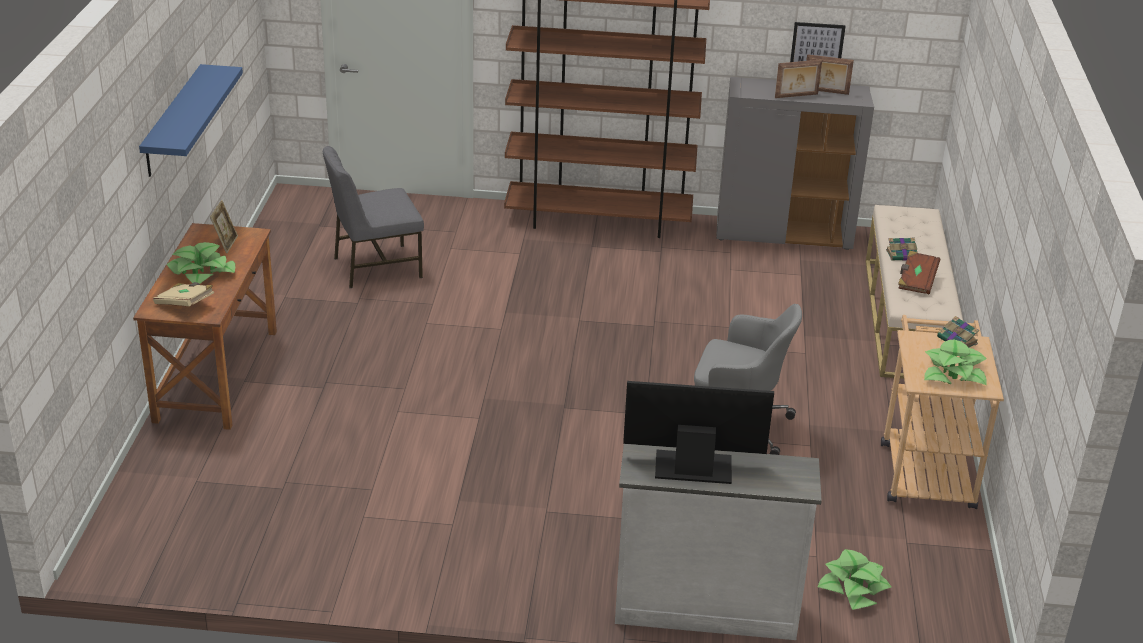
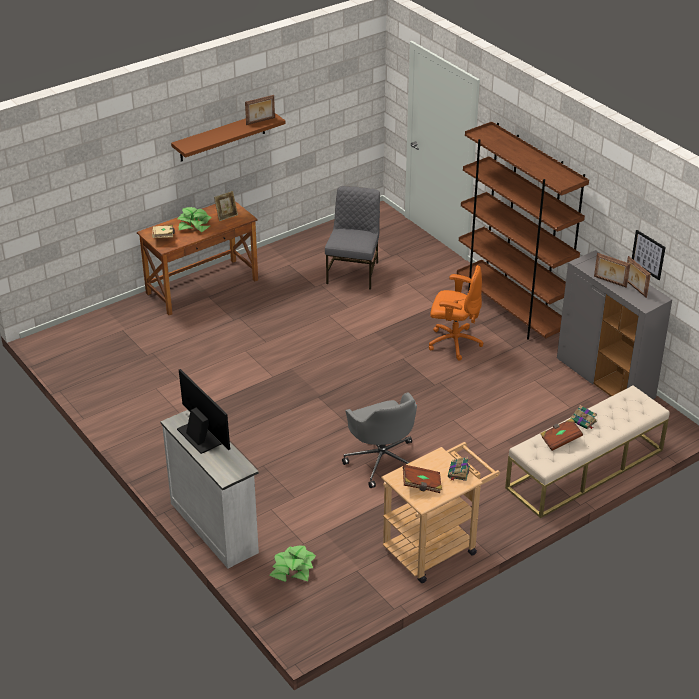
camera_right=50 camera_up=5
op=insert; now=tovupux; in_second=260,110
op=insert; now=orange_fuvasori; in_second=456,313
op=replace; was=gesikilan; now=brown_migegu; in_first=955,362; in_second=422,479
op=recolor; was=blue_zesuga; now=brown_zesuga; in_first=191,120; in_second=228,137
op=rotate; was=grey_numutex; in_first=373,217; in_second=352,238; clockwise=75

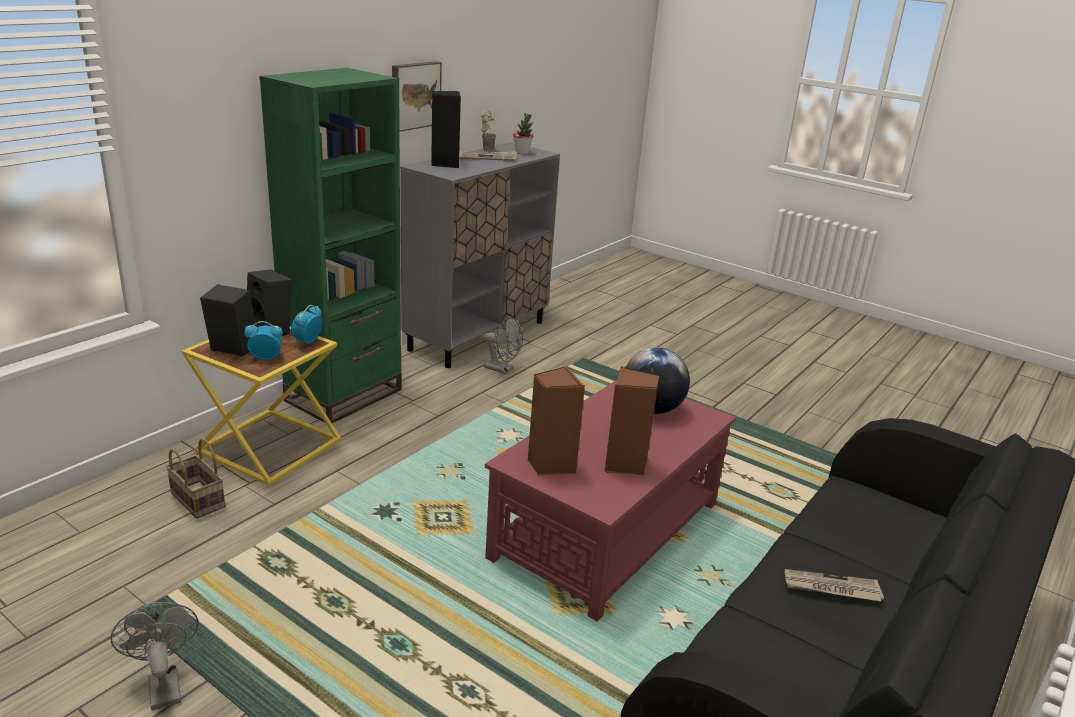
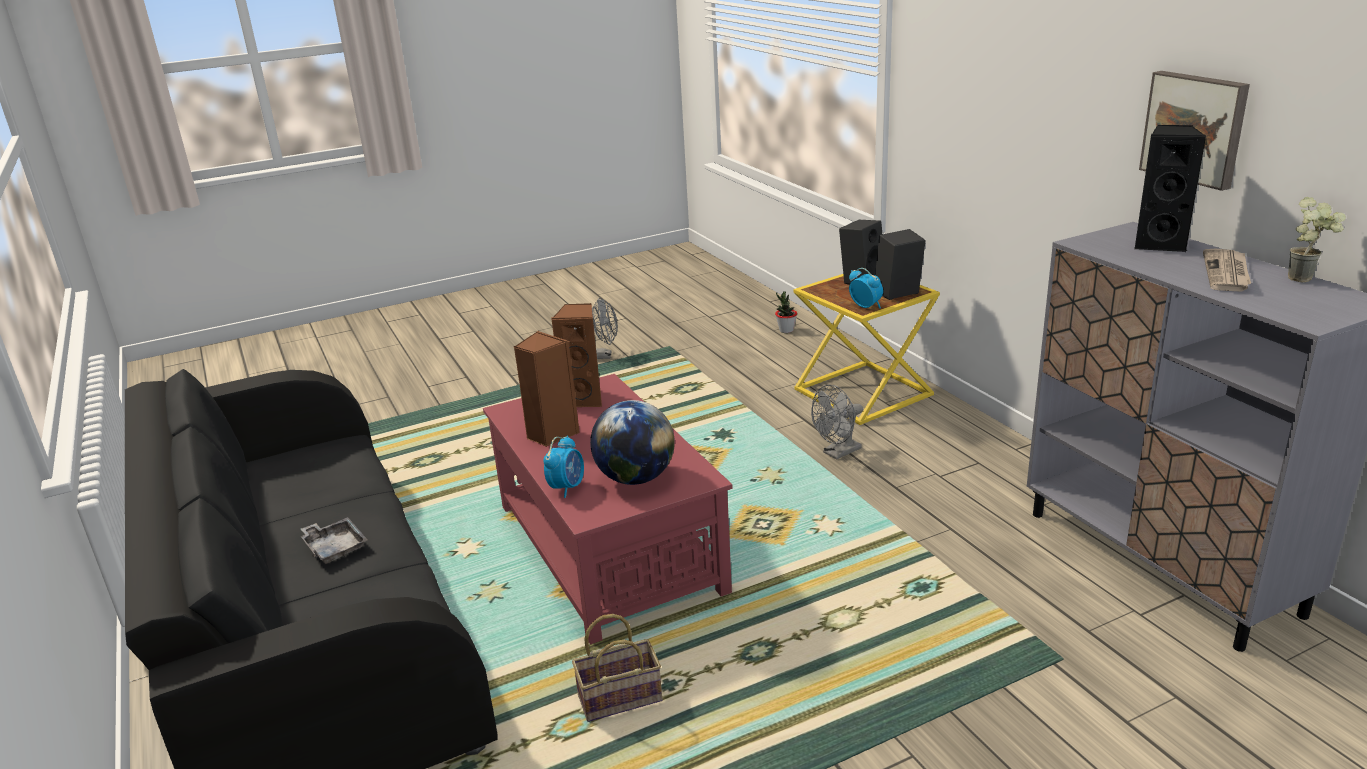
camera_right=120 camera_up=0
op=delete; was=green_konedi; in_first=330,245
op=move; was=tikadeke; in_first=195,478; in_second=617,668
op=move; was=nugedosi; in_first=263,340; in_second=563,467
op=move; was=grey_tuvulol; in_first=503,345; in_second=837,422
op=move; was=gesikilan; in_first=523,133; in_second=786,312
op=replace; was=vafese; now=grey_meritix; in_first=834,585; in_second=334,540

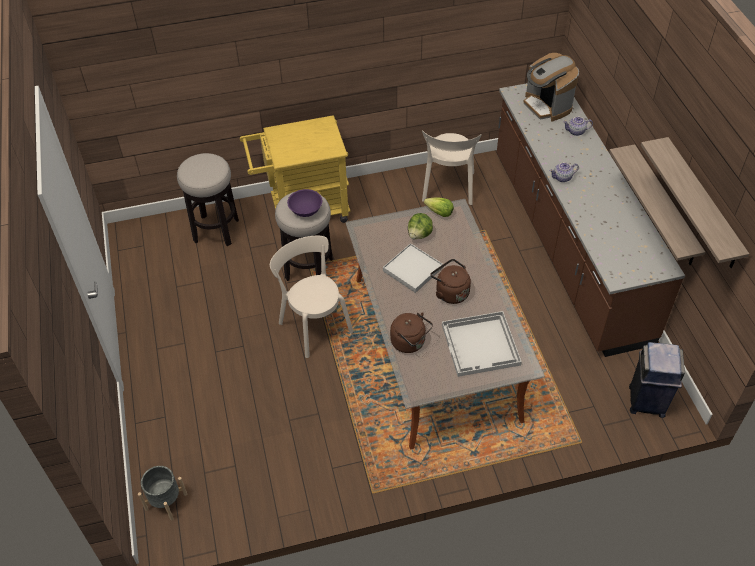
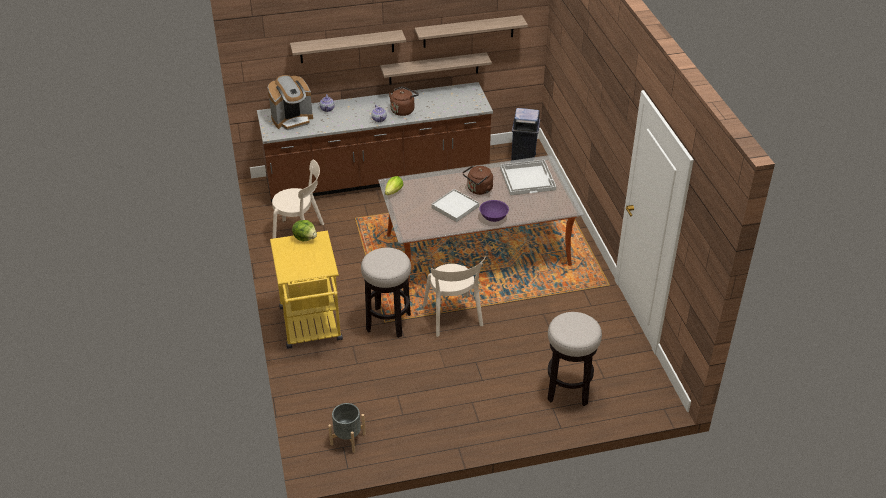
camera_right=-90 camera_up=-10
op=insert; now=zesuga; in_second=348,46
op=move; was=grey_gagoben; in_first=162,493; in_second=347,428
op=move; was=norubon; in_first=208,199; in_second=574,359
op=move; was=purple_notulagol; in_first=304,203; in_second=494,211
op=move; was=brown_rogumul; in_first=411,332; in_second=404,101
op=move; was=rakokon; in_first=420,226; in_second=304,230
op=rotate; was=beige_numutex; in_first=311,297; in_second=454,297; clockwise=-75

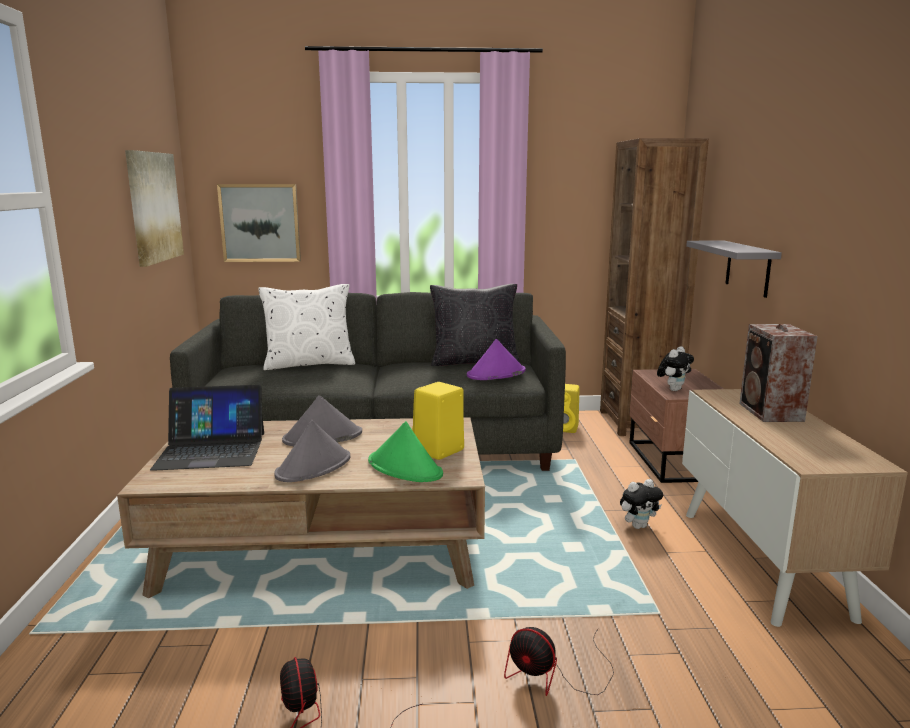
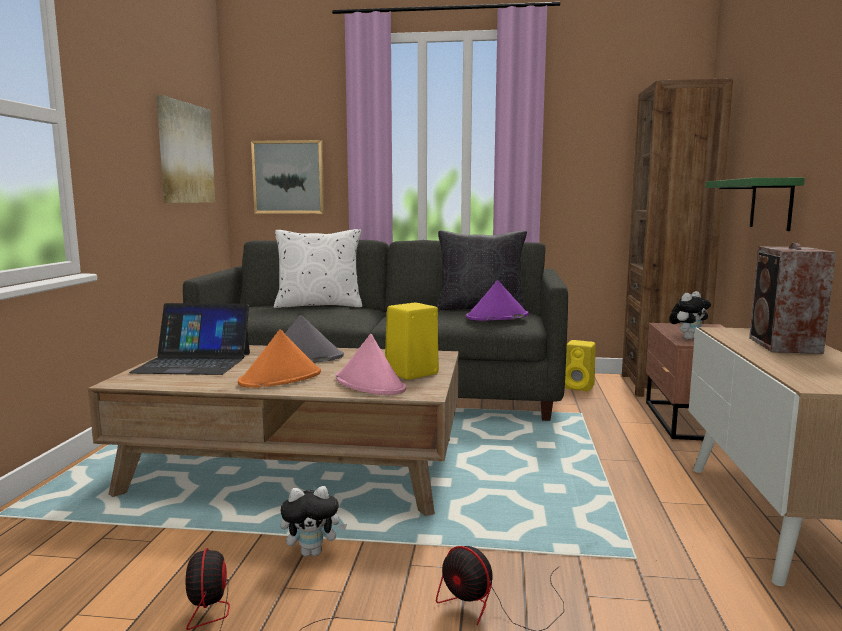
camera_right=10 camera_up=-5
op=move; was=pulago; in_first=641,504; in_second=314,521
op=recolor; was=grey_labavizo; now=orange_labavizo; in_first=312,451; in_second=279,358
op=recolor; was=green_labavizo; now=pink_labavizo; in_first=405,451; in_second=370,364
op=recolor; was=grey_zesuga; now=green_zesuga; in_first=734,269; in_second=755,204

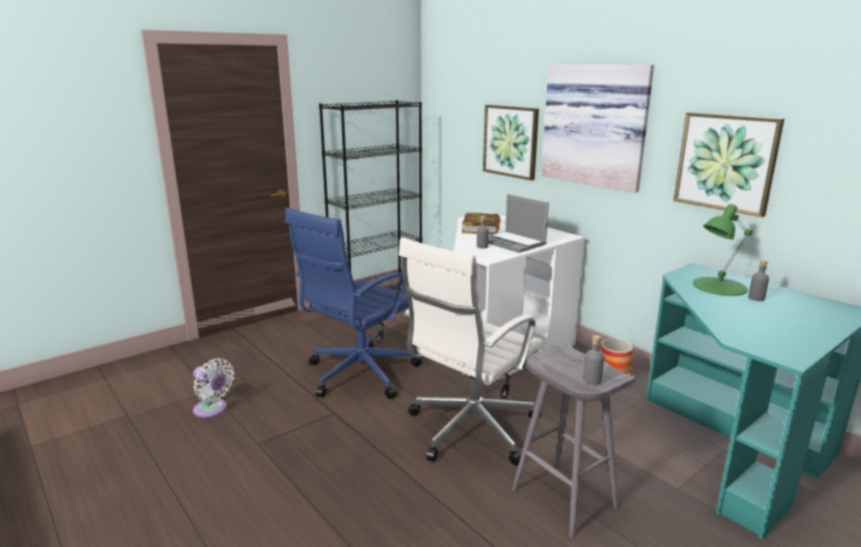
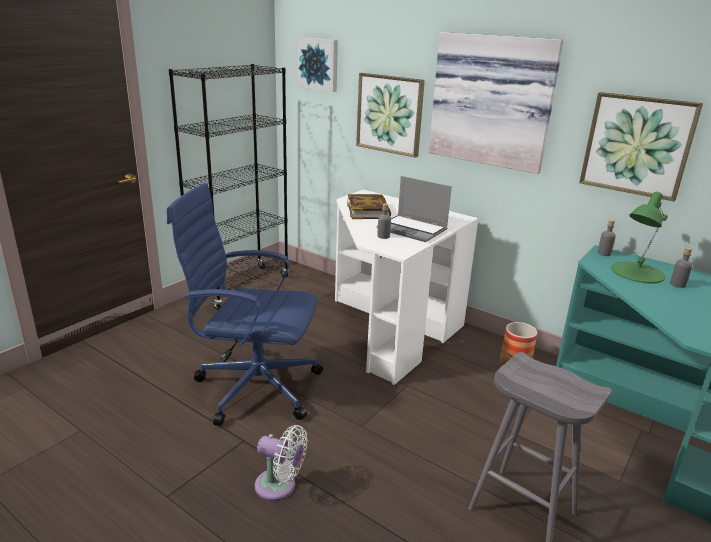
camera_right=-15 camera_up=5
op=delete; was=white_fuvasori; in_first=471,351
op=insert; now=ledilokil; in_second=317,64
op=move; was=white_tuvulol; in_first=213,388; in_second=281,463
op=move; was=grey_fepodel; in_first=593,360; in_second=606,238
op=rotate; was=blue_fuvasori; in_first=353,303; in_second=245,304; clockwise=75

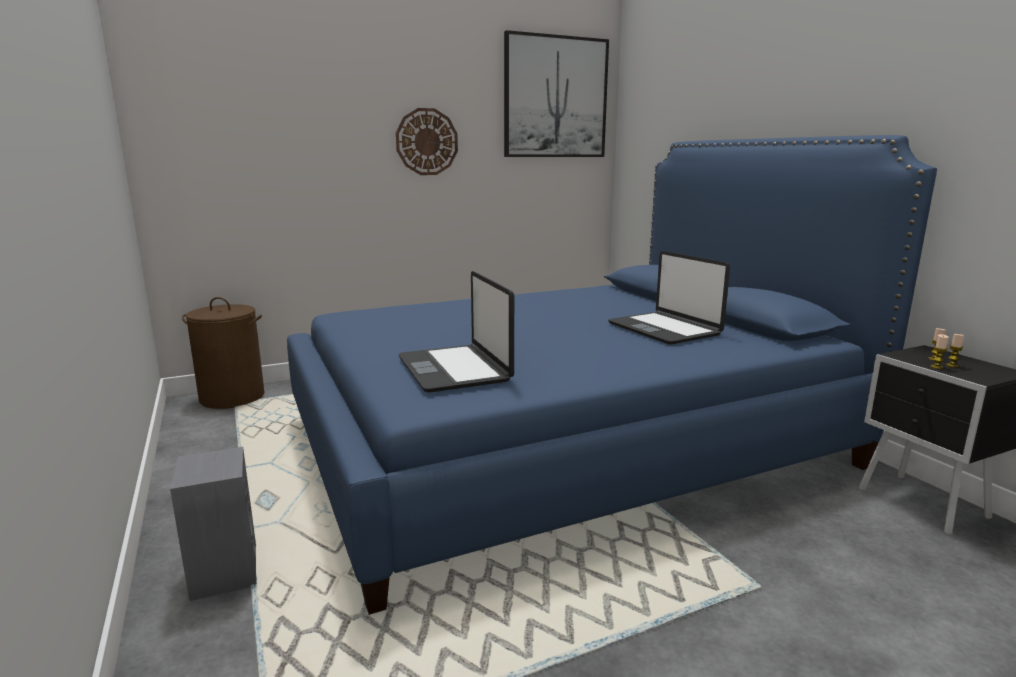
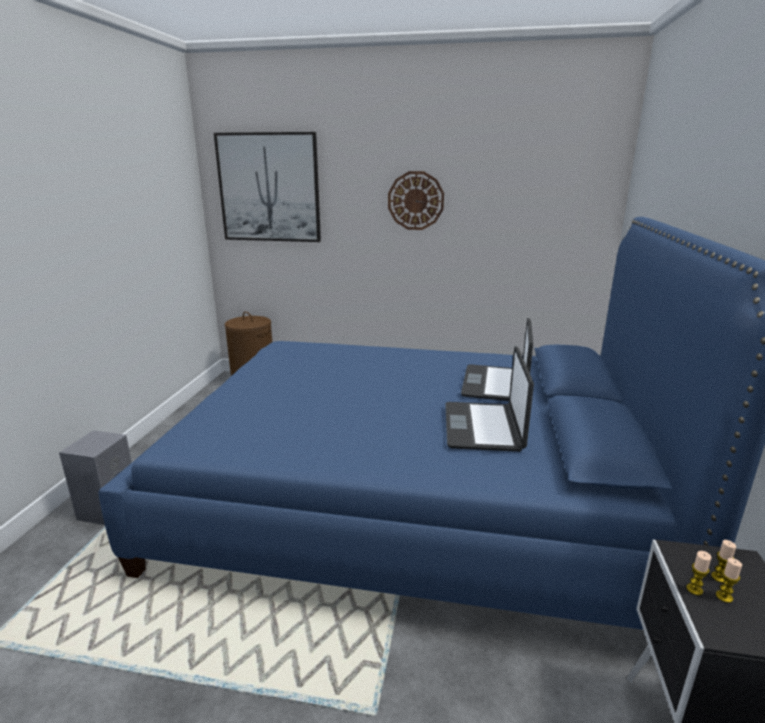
camera_right=35 camera_up=5
op=move; was=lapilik; in_first=456,332; in_second=497,359
op=move; was=ledilokil; in_first=556,93; in_second=267,187

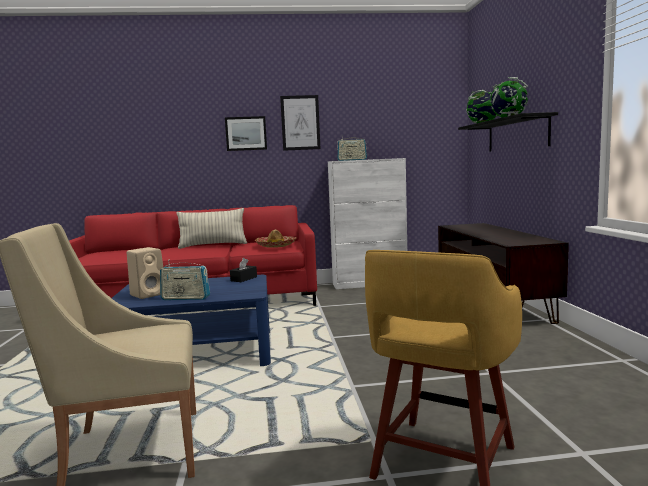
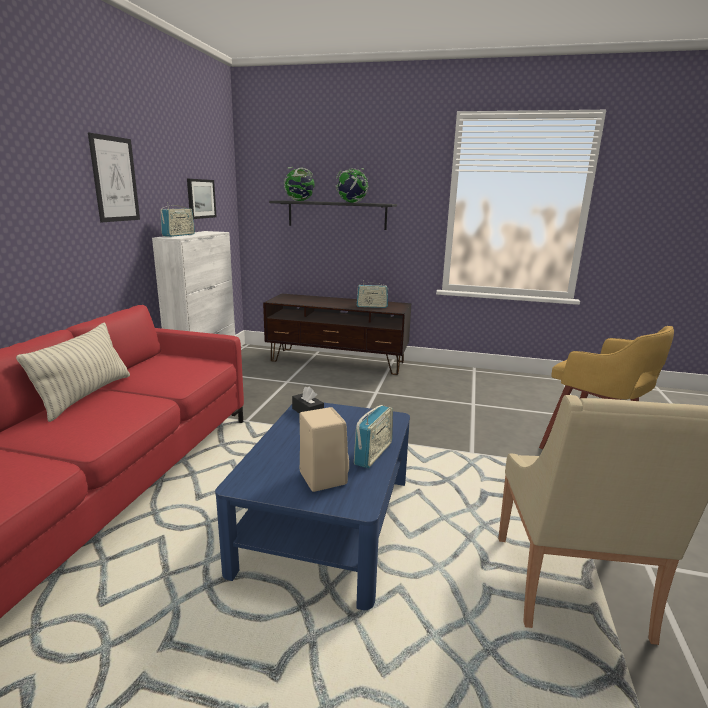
camera_right=-70 camera_up=10
op=delete; was=labavizo; in_first=275,239
op=insert; now=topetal; in_second=372,294
op=move; was=ledilokil; in_first=246,133; in_second=202,199

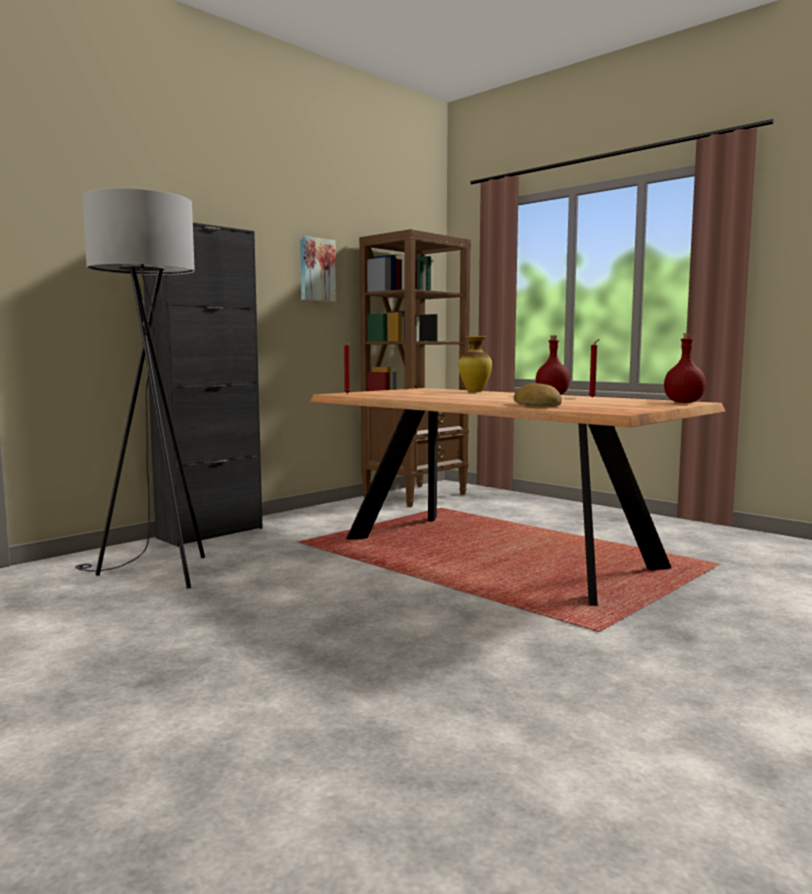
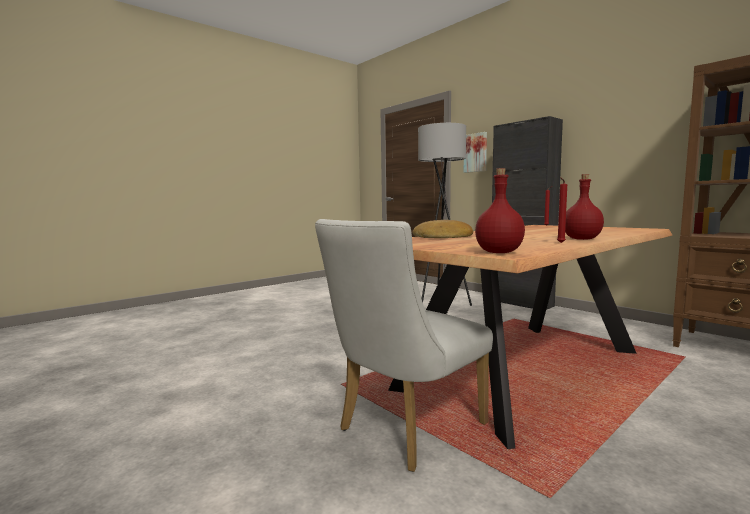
camera_right=95 camera_up=0
op=delete; was=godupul; in_first=475,364
op=insert; now=white_numutex; in_second=404,345
op=move; was=ledilokil; in_first=318,269; in_second=475,152

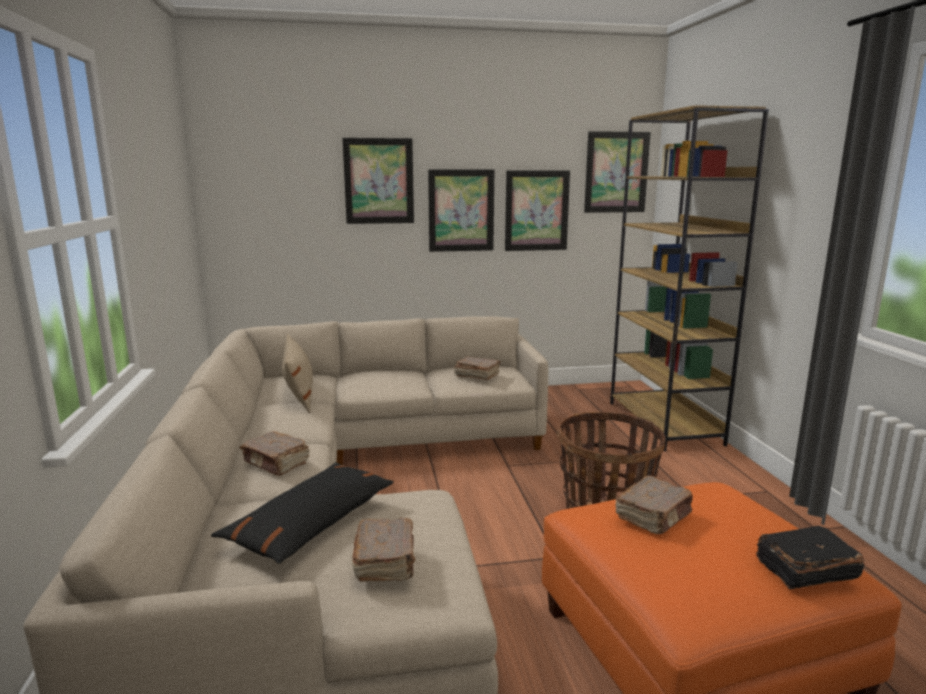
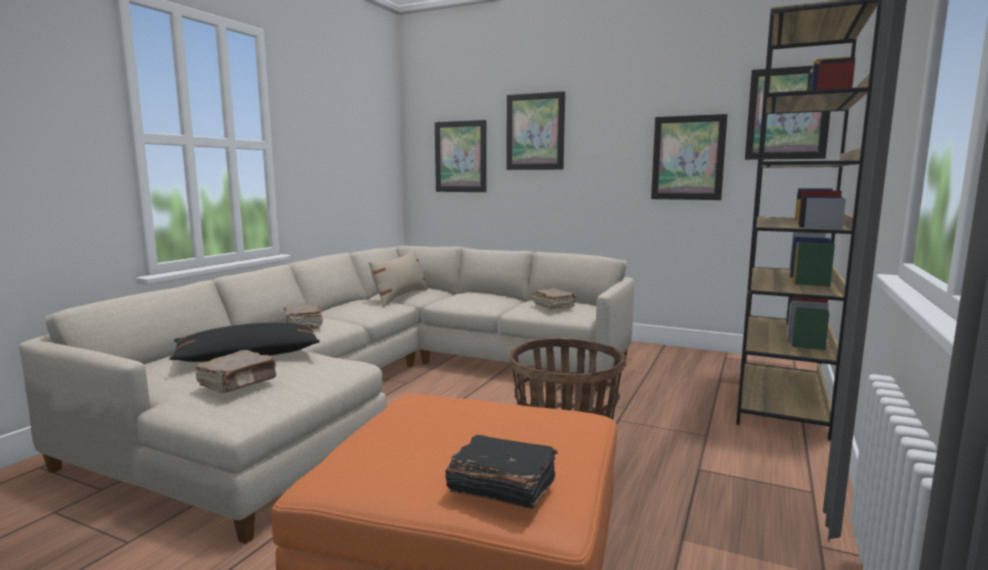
camera_right=35 camera_up=-5
op=delete; was=brown_migegu; in_first=654,505
op=move; was=ledilokil; in_first=461,211; in_second=461,156

